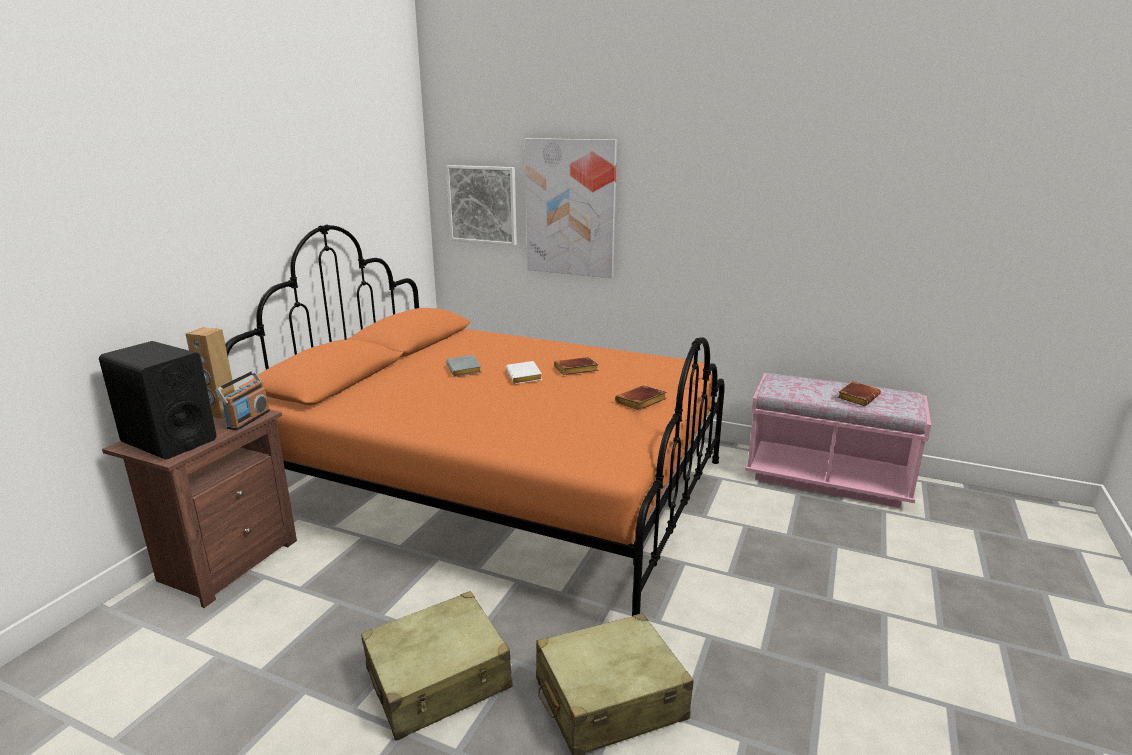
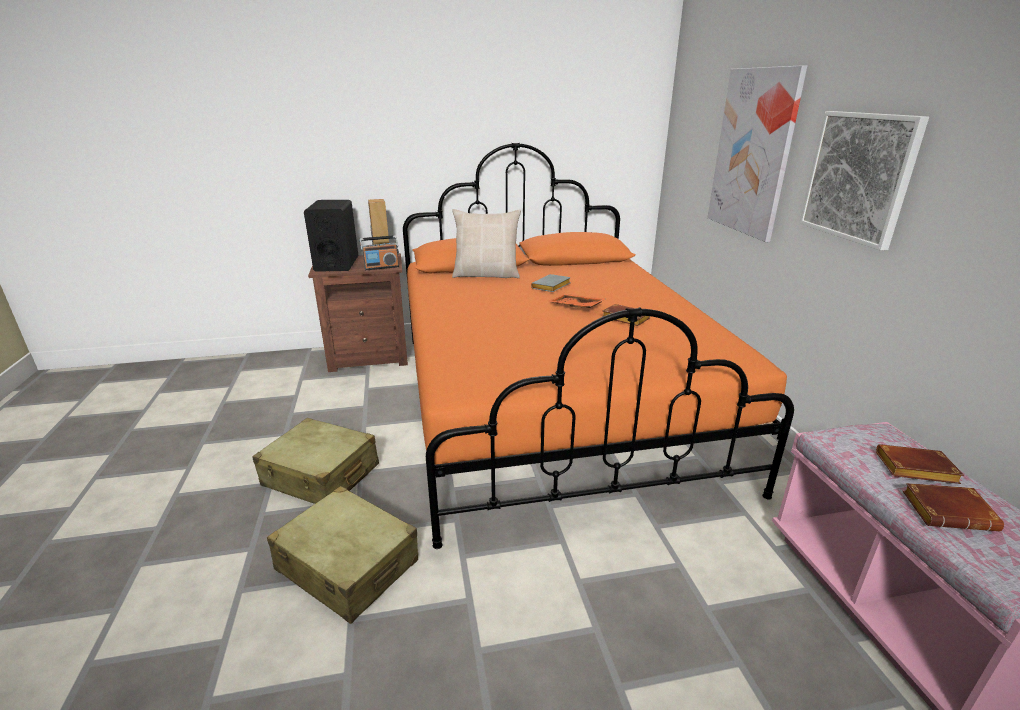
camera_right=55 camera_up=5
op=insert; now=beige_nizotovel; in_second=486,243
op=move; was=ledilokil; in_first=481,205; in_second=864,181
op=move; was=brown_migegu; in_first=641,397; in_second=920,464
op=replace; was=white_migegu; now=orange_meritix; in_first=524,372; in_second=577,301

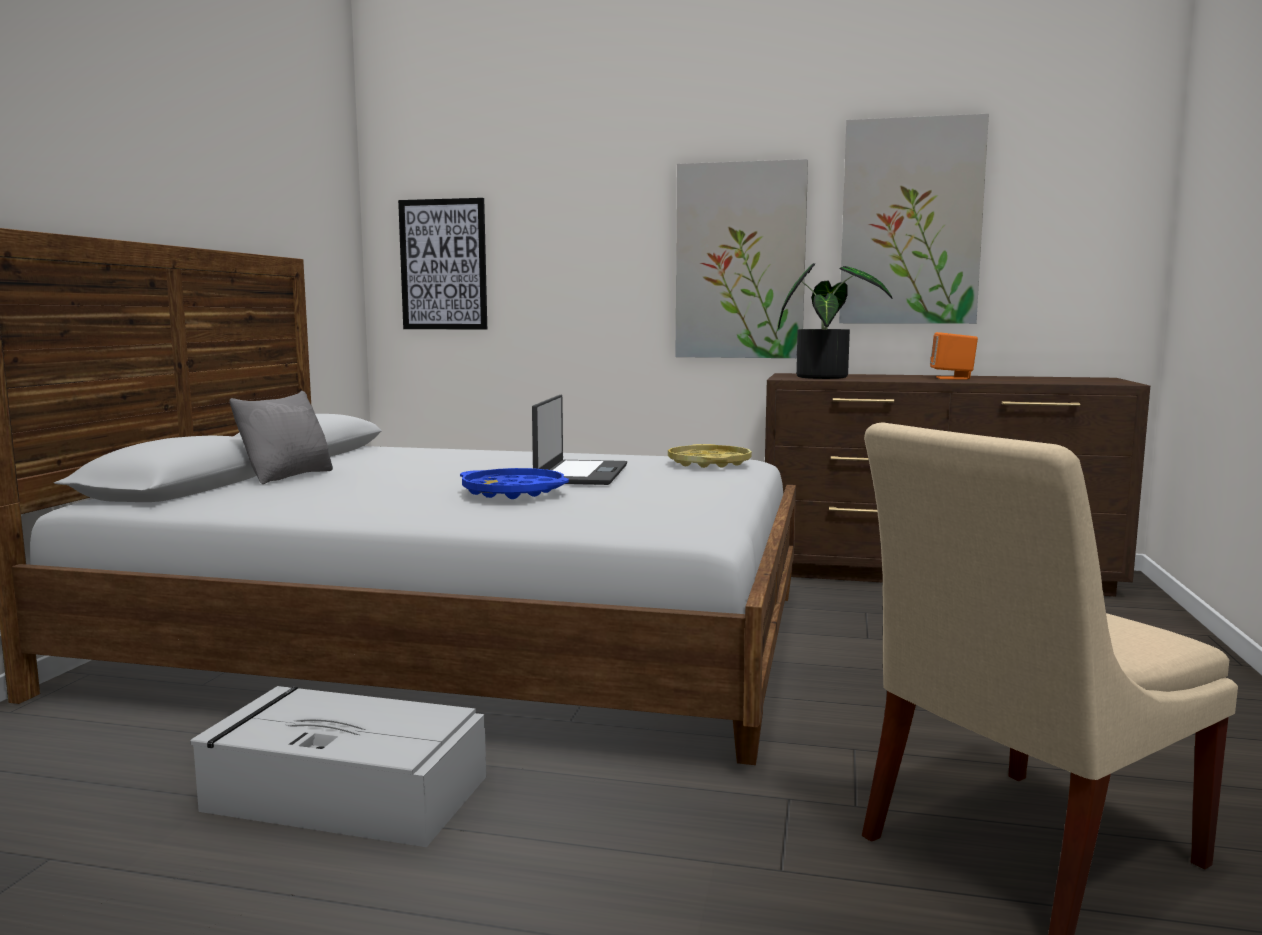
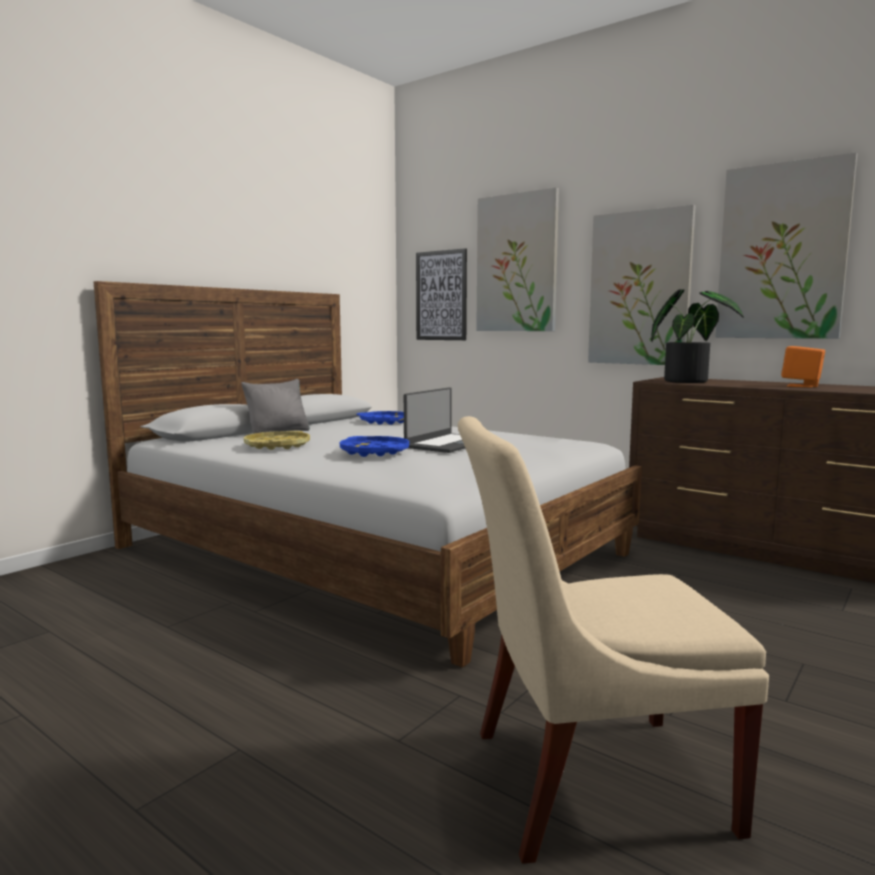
camera_right=25 camera_up=0
op=delete; was=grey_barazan; in_first=338,766
op=insert; now=blue_meritix; in_second=380,418
op=insert; now=ledilokil; in_second=517,259
op=move; was=yellow_meritix; in_first=710,456; in_second=277,440

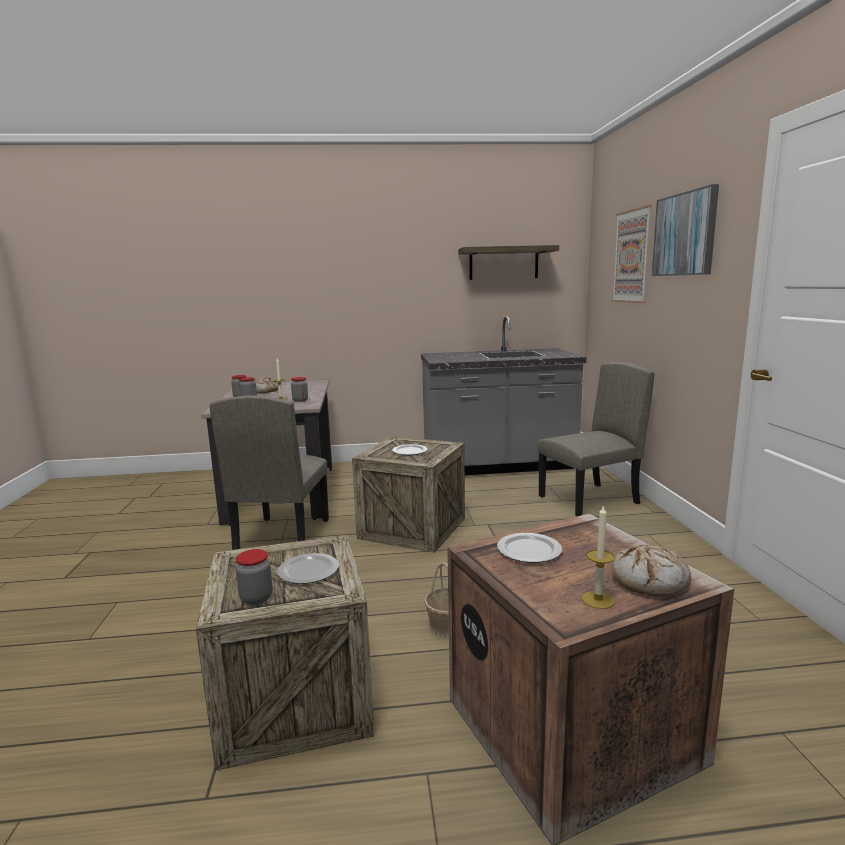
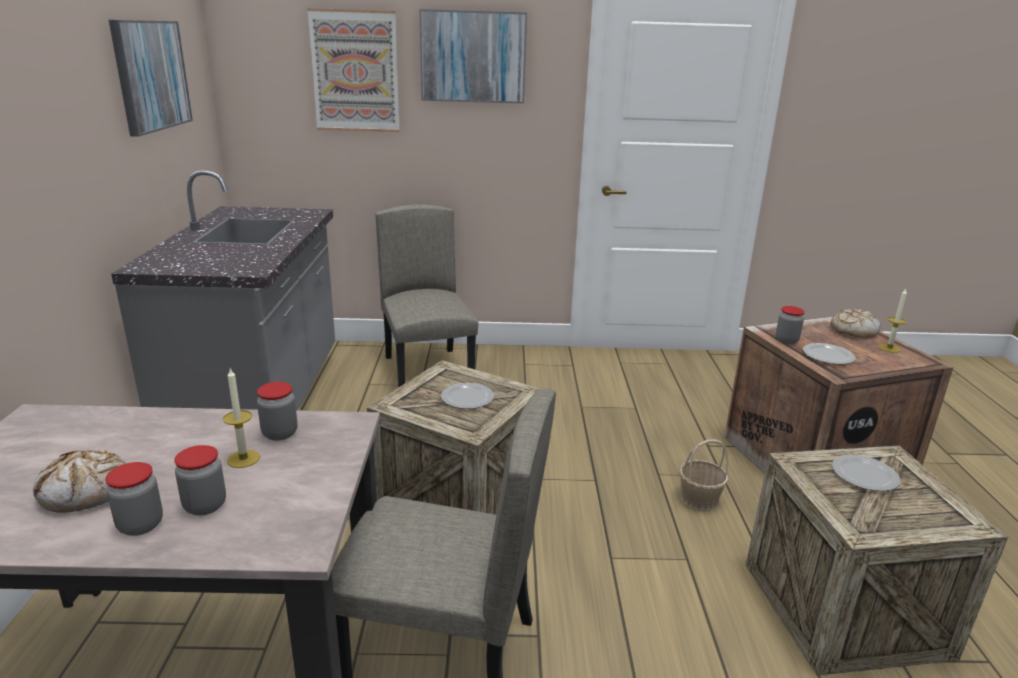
camera_right=-85 camera_up=10
op=move; was=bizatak; in_first=254,577; in_second=790,325
op=replace; was=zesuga; now=ledilokil; in_first=508,262; in_second=151,78

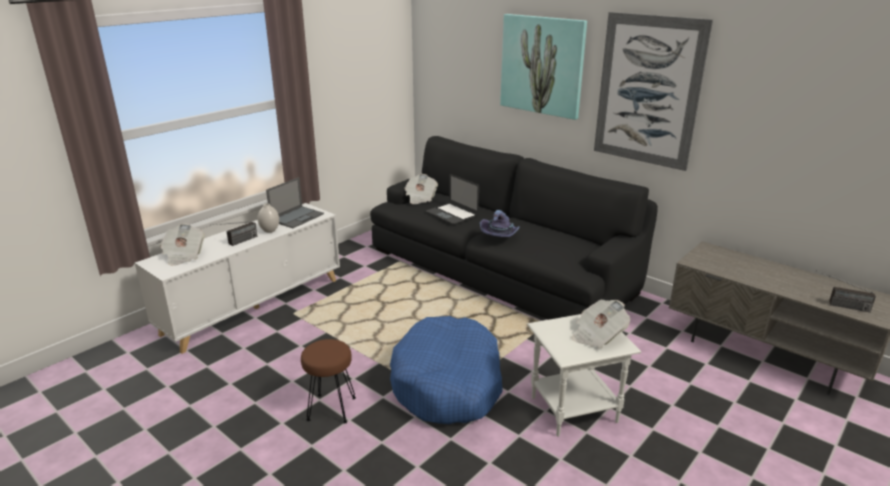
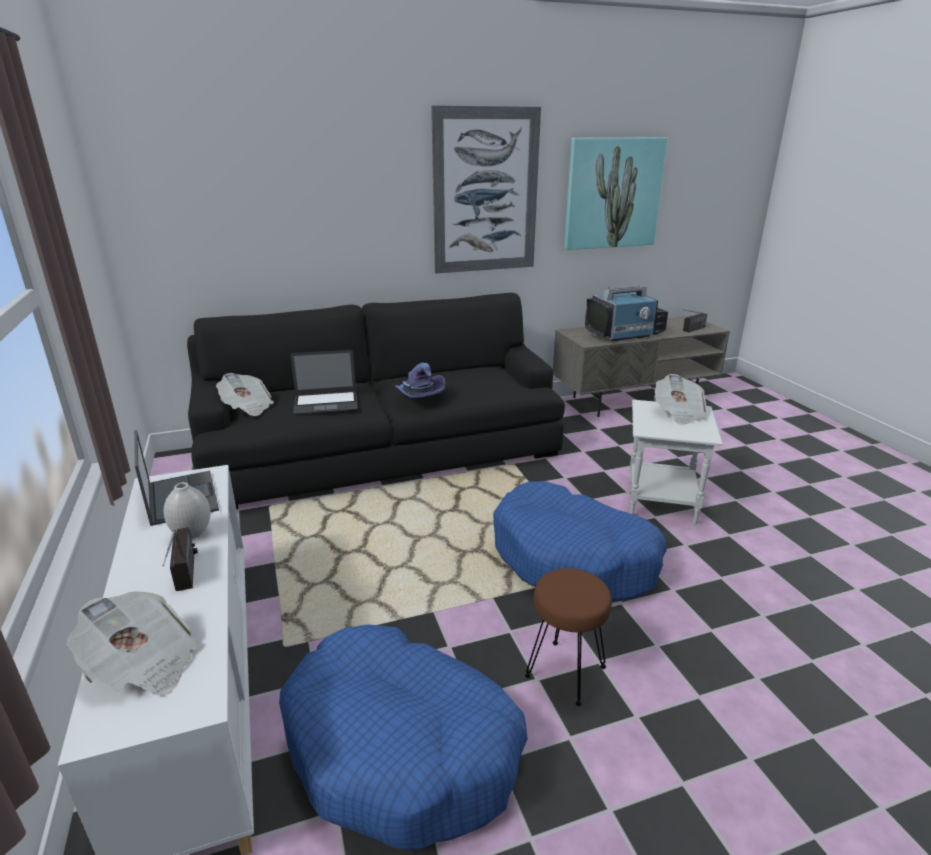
camera_right=-60 camera_up=0
op=insert; now=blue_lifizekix; in_second=403,737
op=insert; now=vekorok; in_second=626,313
op=move; was=ledilokil; in_first=543,67; in_second=616,193

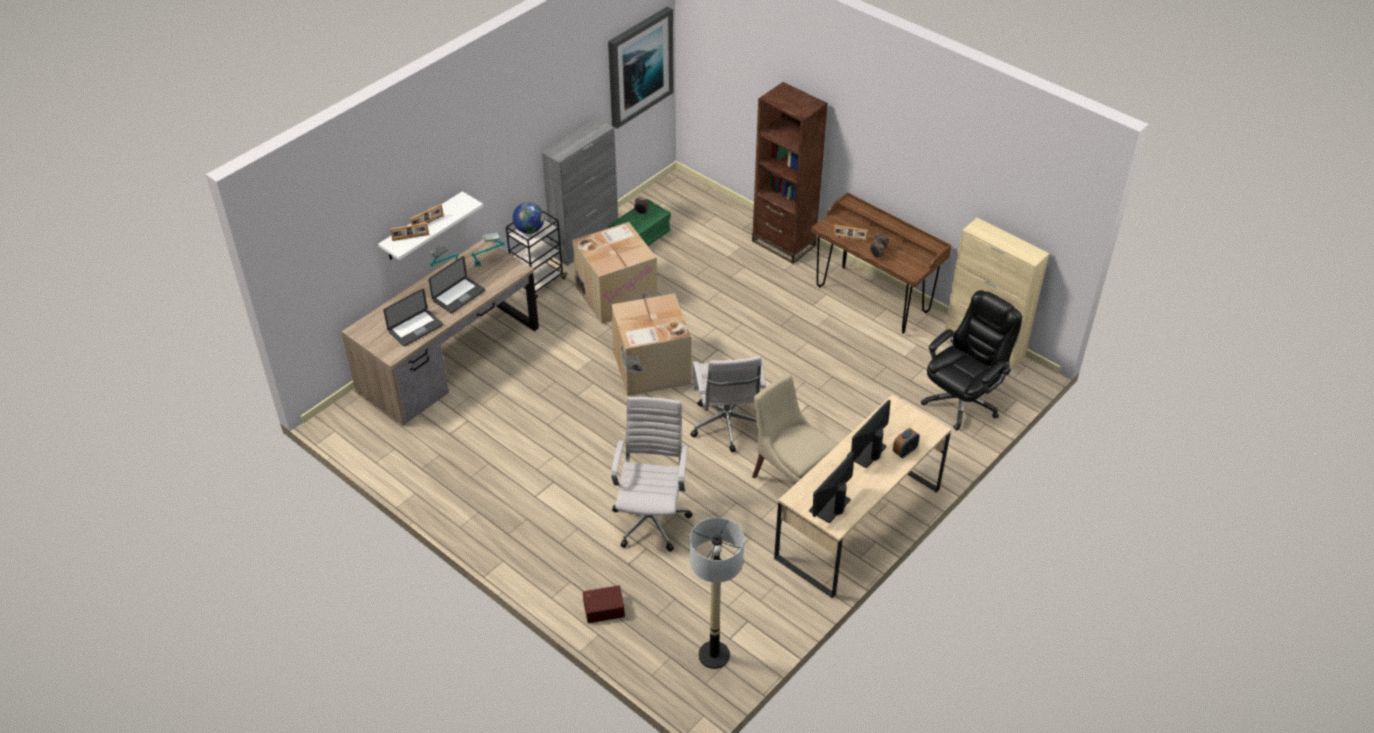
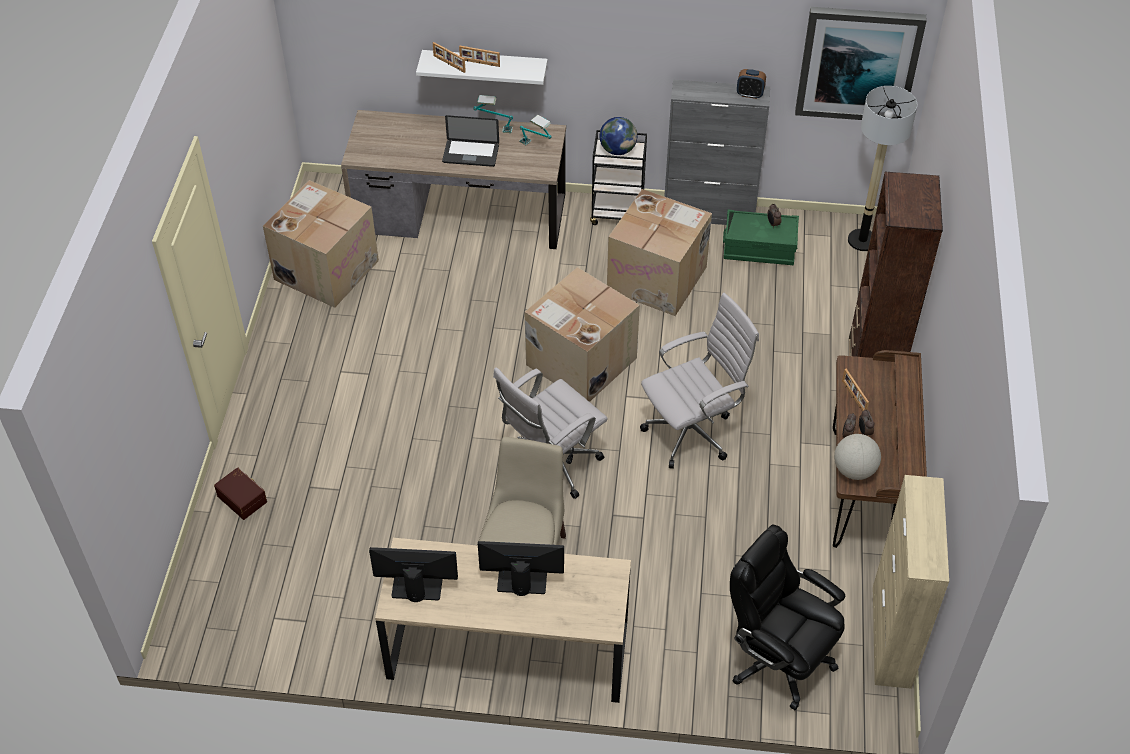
camera_right=55 camera_up=5
op=delete; was=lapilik; in_first=413,317
op=insert; now=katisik; in_second=321,244
op=insert; now=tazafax; in_second=857,457
op=move; was=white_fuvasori; in_first=652,474; in_second=699,381
op=move; was=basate; in_first=717,593; in_second=882,168
op=move; was=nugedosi; in_first=906,443; in_second=751,84
op=rotate; was=black_fuvasori; in_first=971,360; in_second=787,617; clockwise=-150

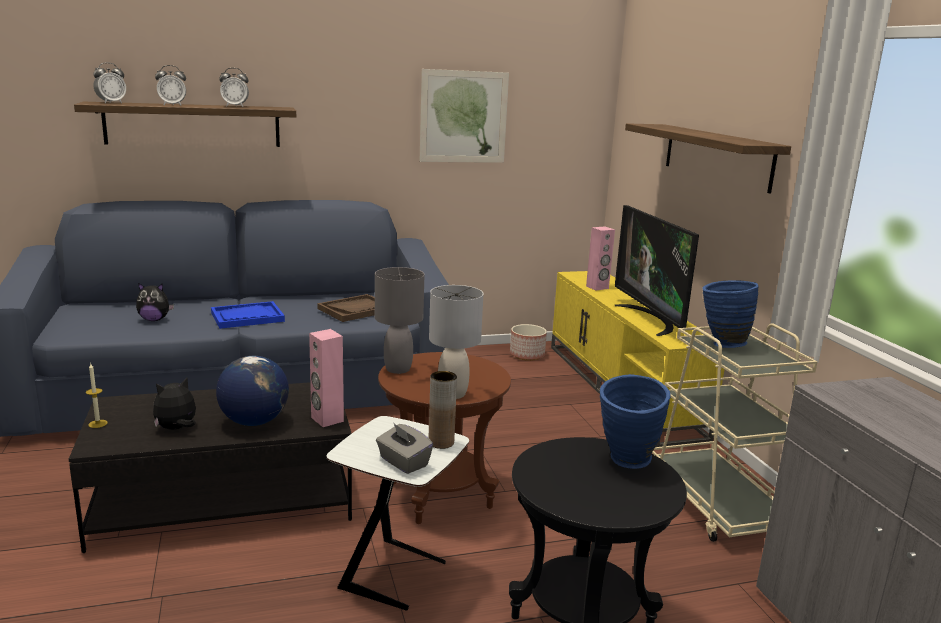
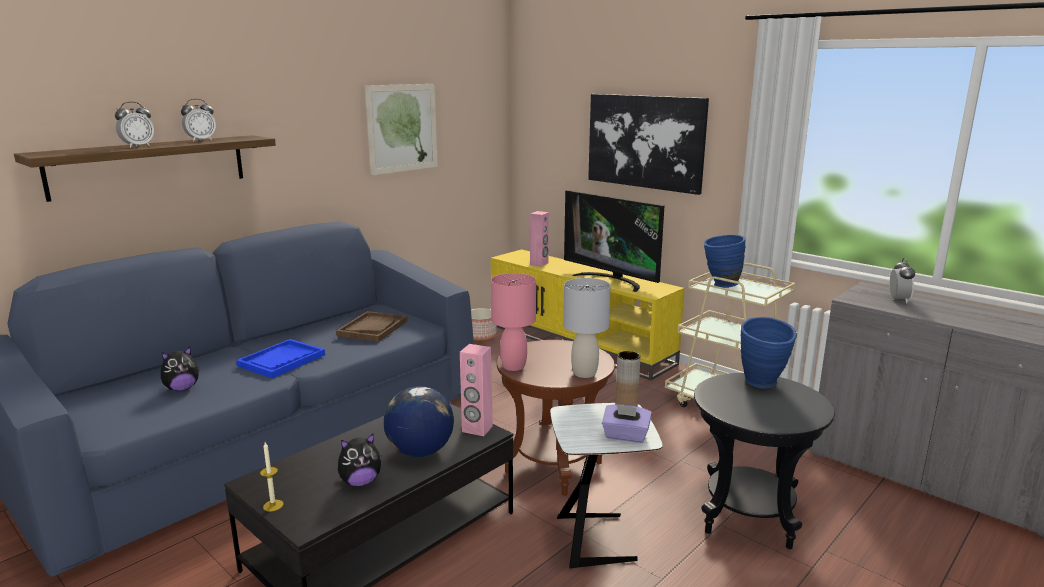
camera_right=-30 camera_up=0
op=move; was=nugedosi; in_first=109,82; in_second=902,280
op=replace; was=zesuga; now=ledilokil; in_first=708,158; in_second=648,144
op=recolor; was=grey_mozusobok; now=pink_mozusobok; in_first=399,320; in_second=513,322
op=recolor; was=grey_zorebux; now=purple_zorebux; in_first=404,448; in_second=627,424
op=rotate; was=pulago; in_first=174,403; in_second=359,459; clockwise=-135

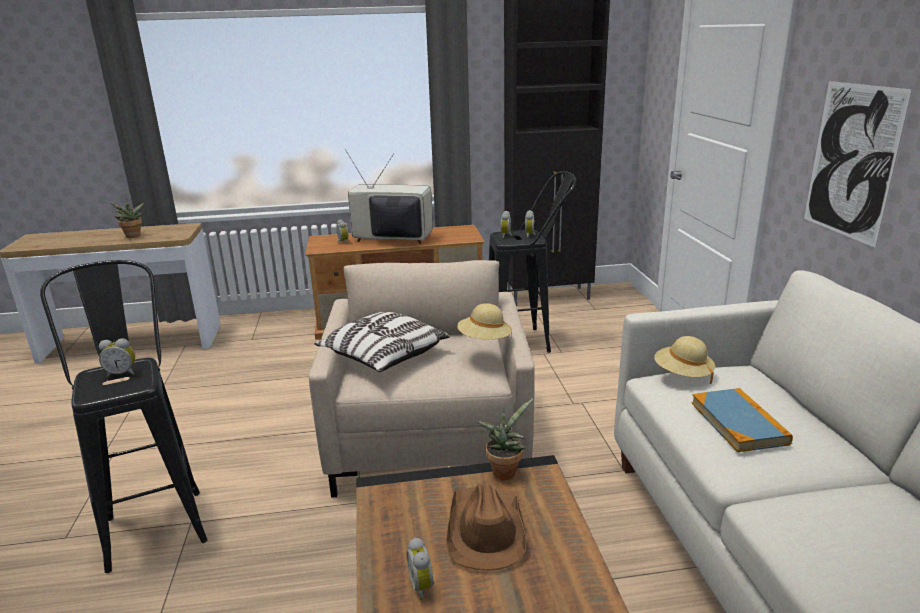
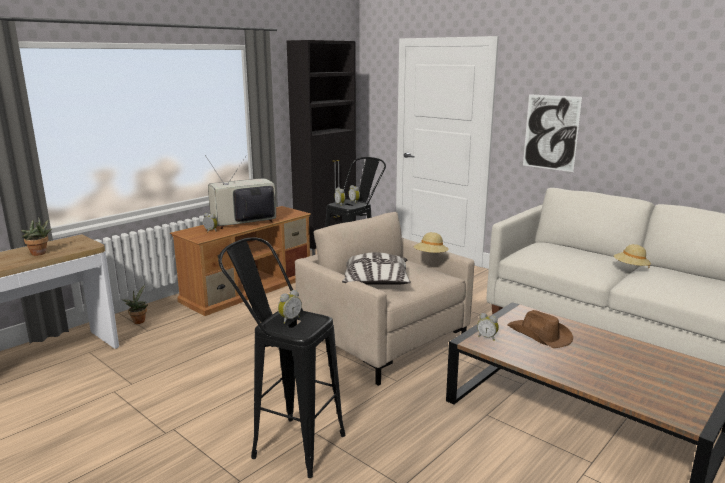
camera_right=-40 camera_up=-5
op=delete; was=migegu; in_first=742,420
op=move; was=nugedosi; in_first=421,568; in_second=488,327
op=move; was=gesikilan; in_first=505,439; in_second=135,304
op=move; was=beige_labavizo; in_first=684,360; in_second=632,255

